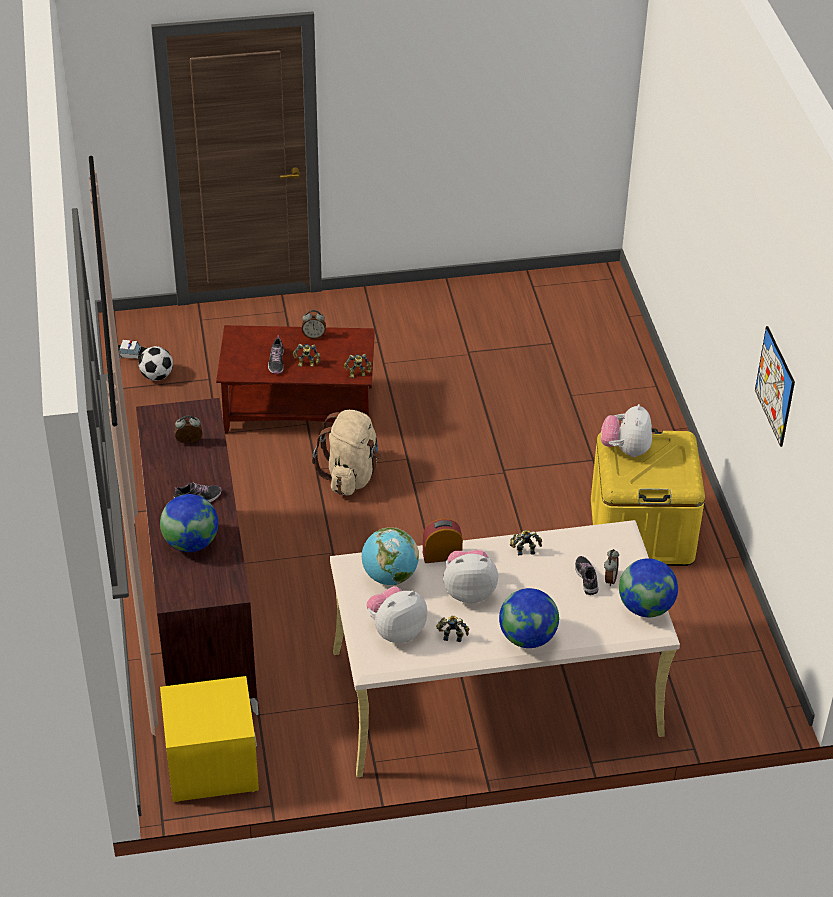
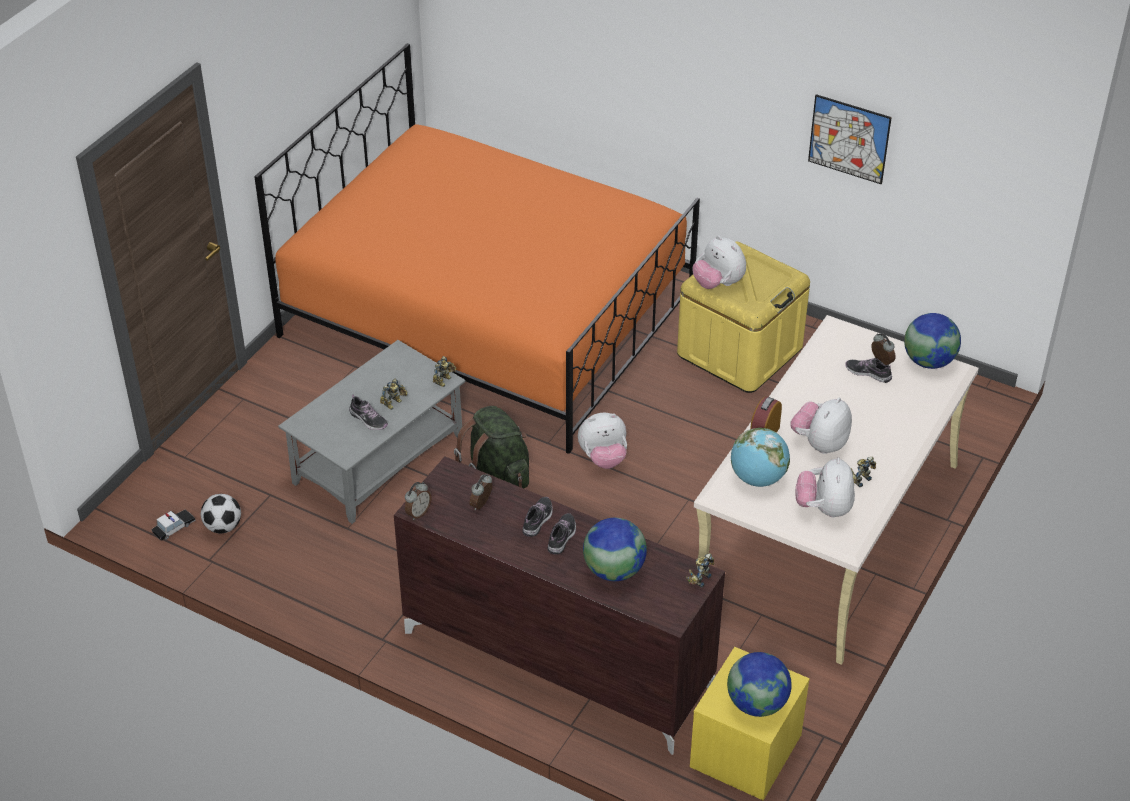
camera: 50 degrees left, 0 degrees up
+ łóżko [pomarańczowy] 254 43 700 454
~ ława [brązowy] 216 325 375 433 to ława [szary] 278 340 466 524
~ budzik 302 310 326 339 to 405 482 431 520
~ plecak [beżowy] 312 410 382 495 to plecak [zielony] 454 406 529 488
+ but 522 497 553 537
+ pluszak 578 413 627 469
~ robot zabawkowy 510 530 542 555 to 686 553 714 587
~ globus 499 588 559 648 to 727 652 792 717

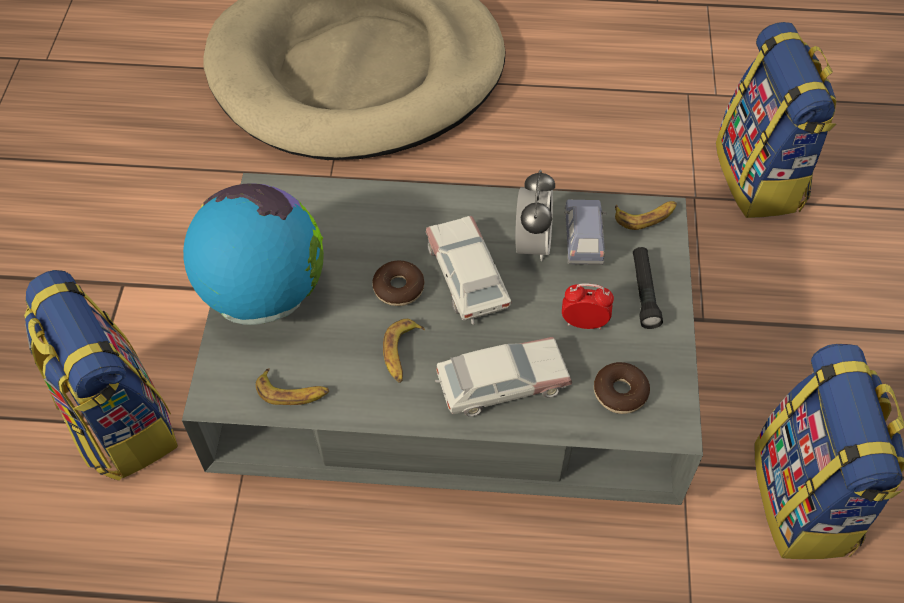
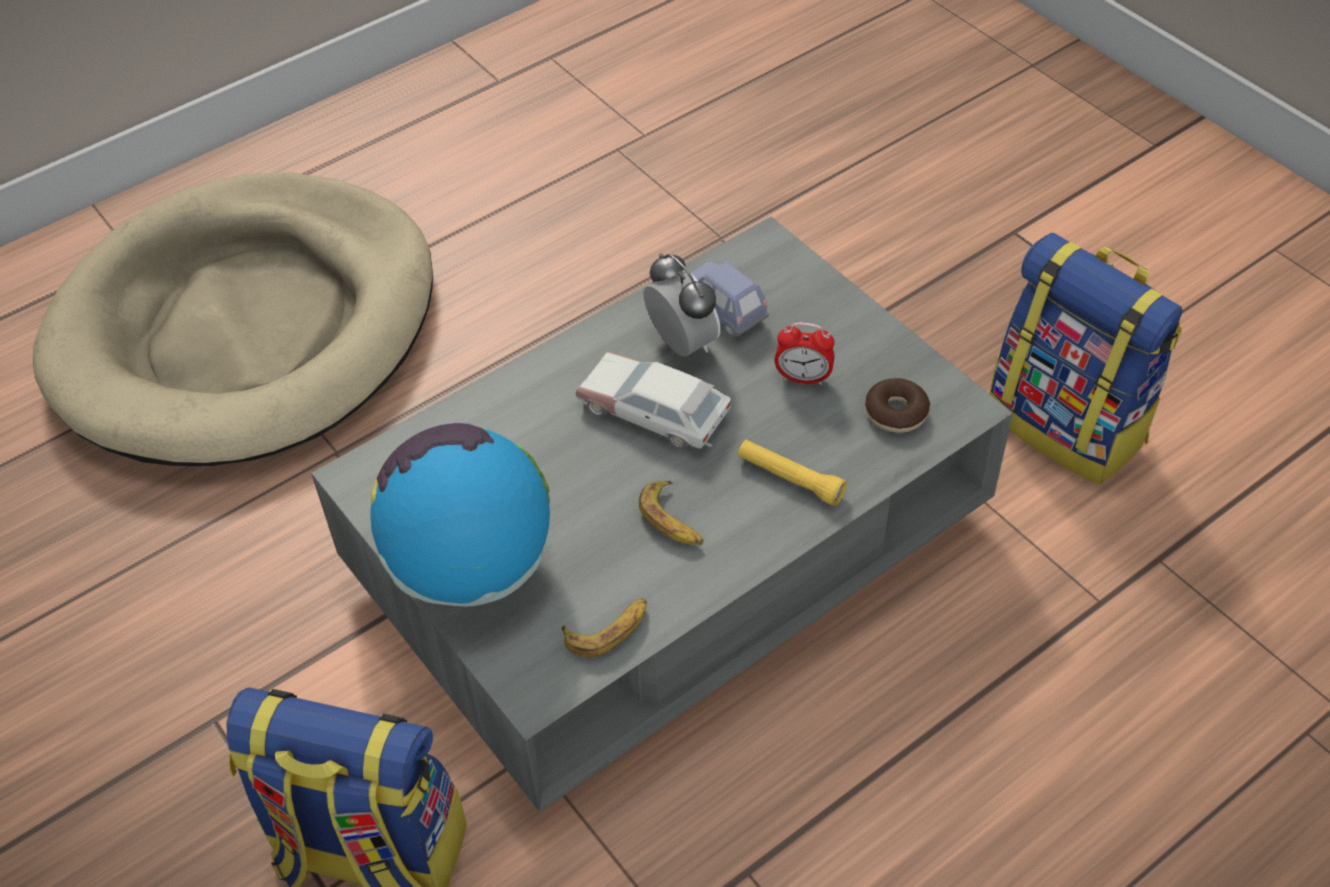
camera: 40 degrees left, 5 degrees down
~ samochodzik 435 337 572 417 to latarka [żółty] 738 440 847 506
~ budzik 562 283 614 330 = 775 322 835 385 135 degrees counterclockwise
- donut 372 261 424 306
- banan 615 201 677 230
- latarka [czarny] 633 247 663 329
- plecak 716 22 836 218

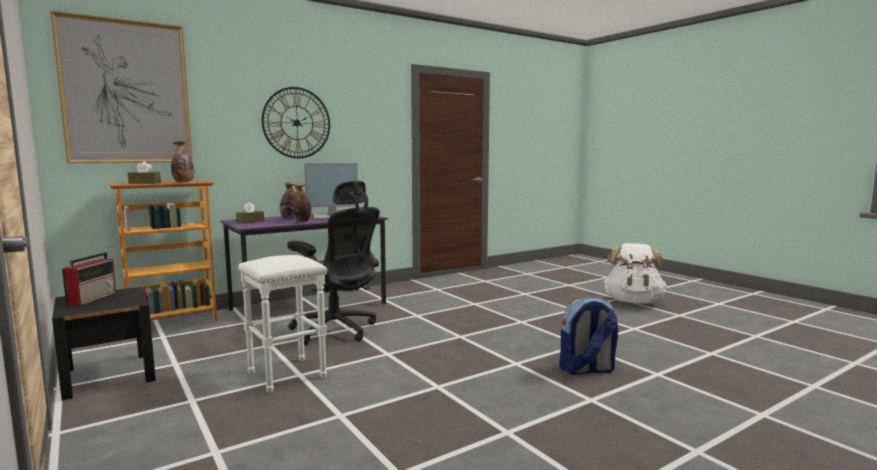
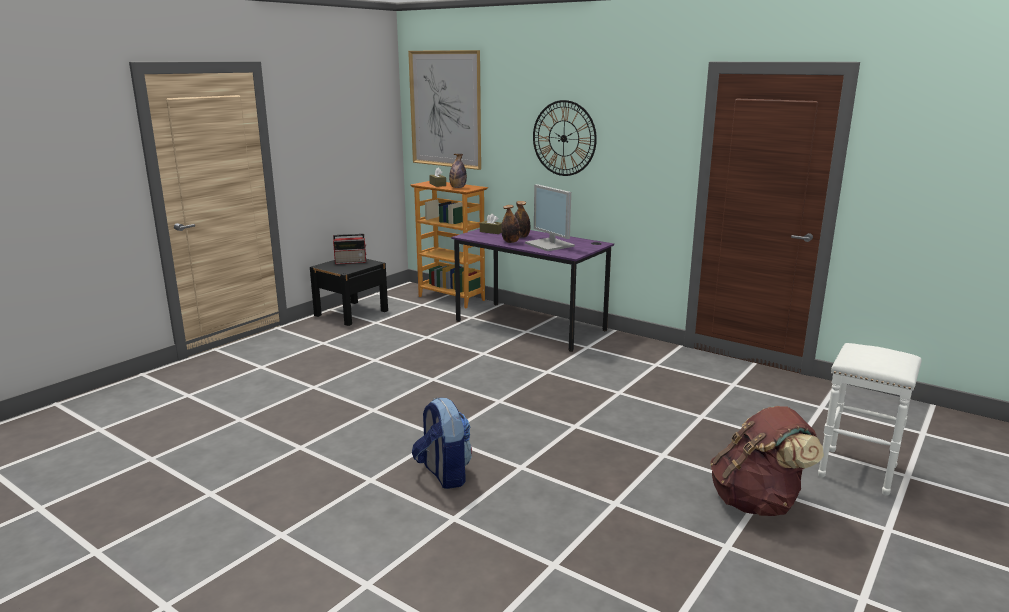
camera: 70 degrees right, 10 degrees up
~ plecak [biały] 603 243 667 304 to plecak [brązowy] 710 406 824 516
~ stołek [biały] 238 255 327 393 to 818 343 921 496
- krzesło biurowe 287 181 380 345

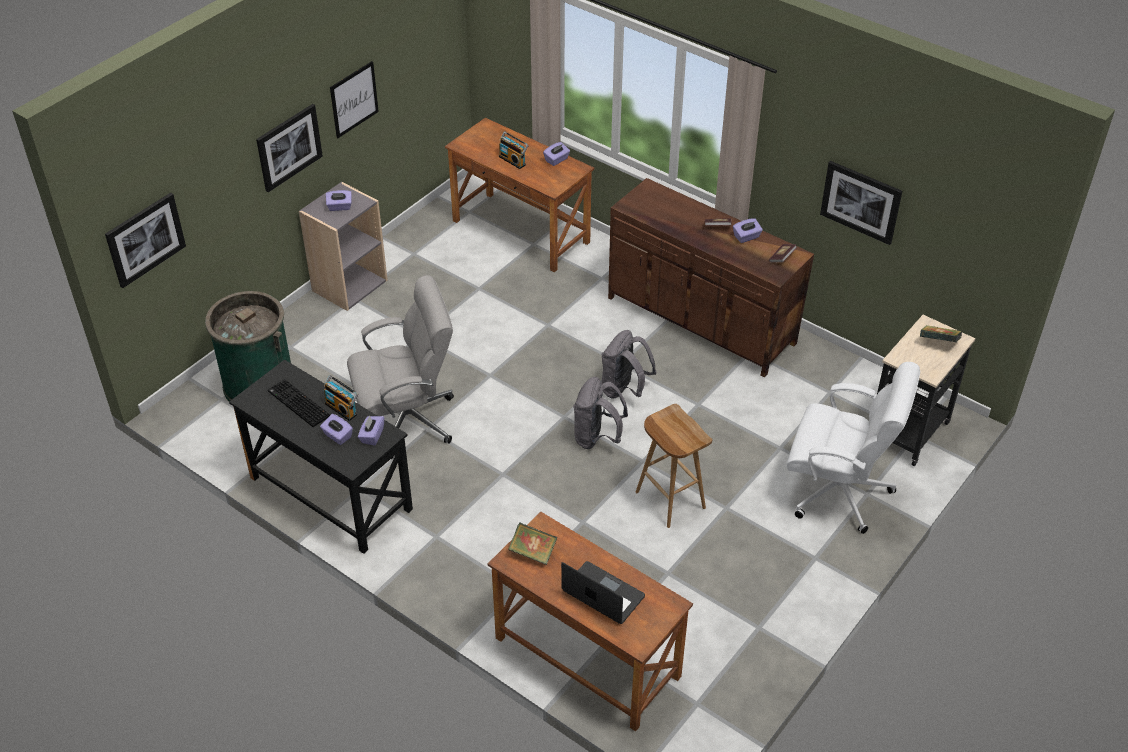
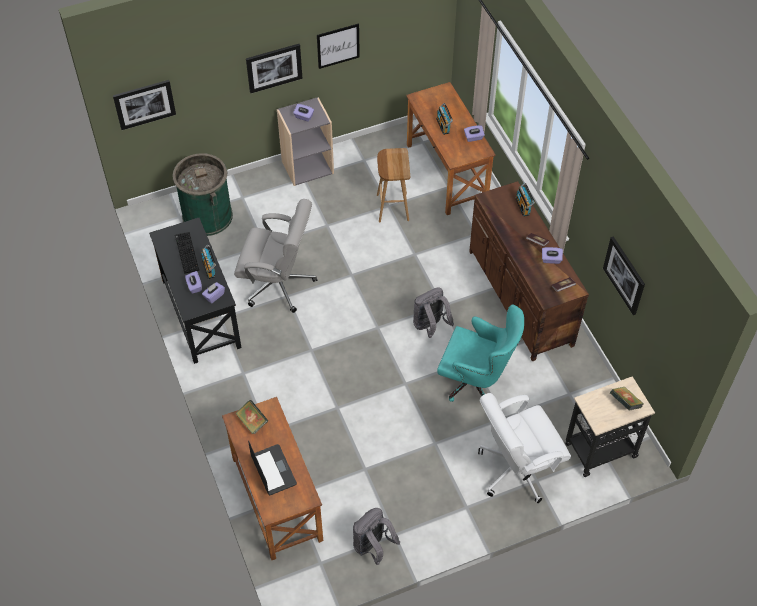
camera: 30 degrees right, 10 degrees up
~ plecak [szary] 573 377 628 449 to 353 508 400 565
~ stołek [brązowy] 636 404 712 528 to 377 148 410 222
+ krzesło biurowe [turkusowy] 437 305 524 402
~ krzesło biurowe [biały] 786 362 920 534 = 478 393 571 503 105 degrees clockwise
+ radio 515 183 535 217

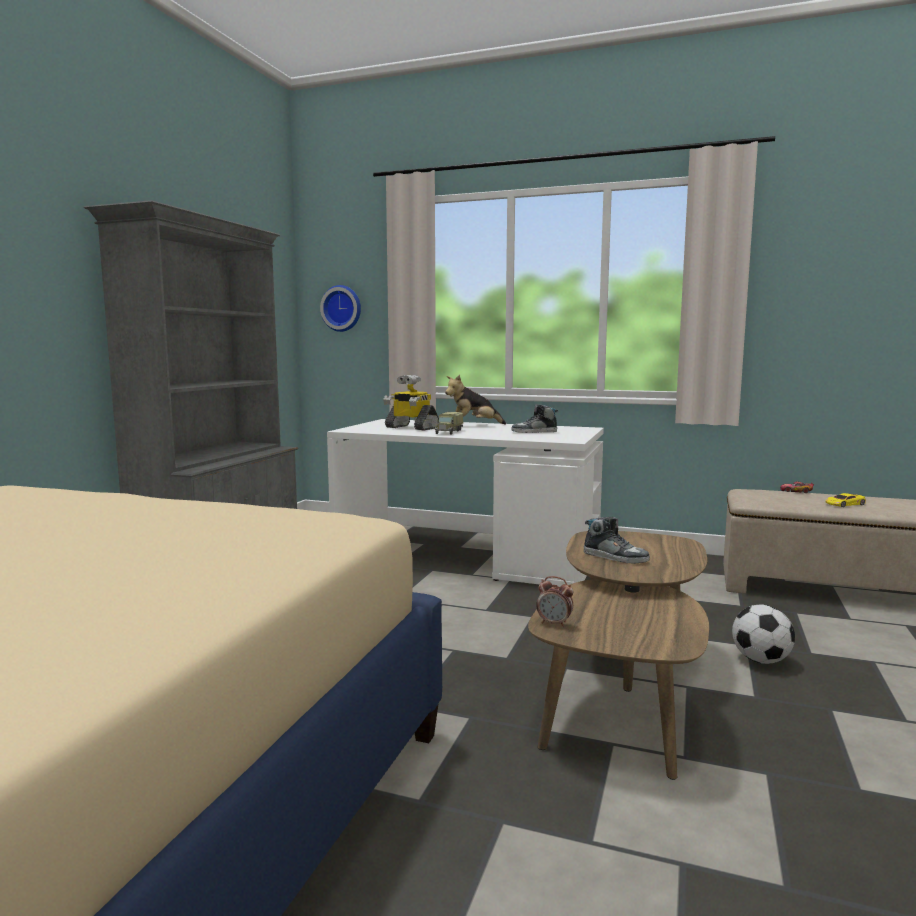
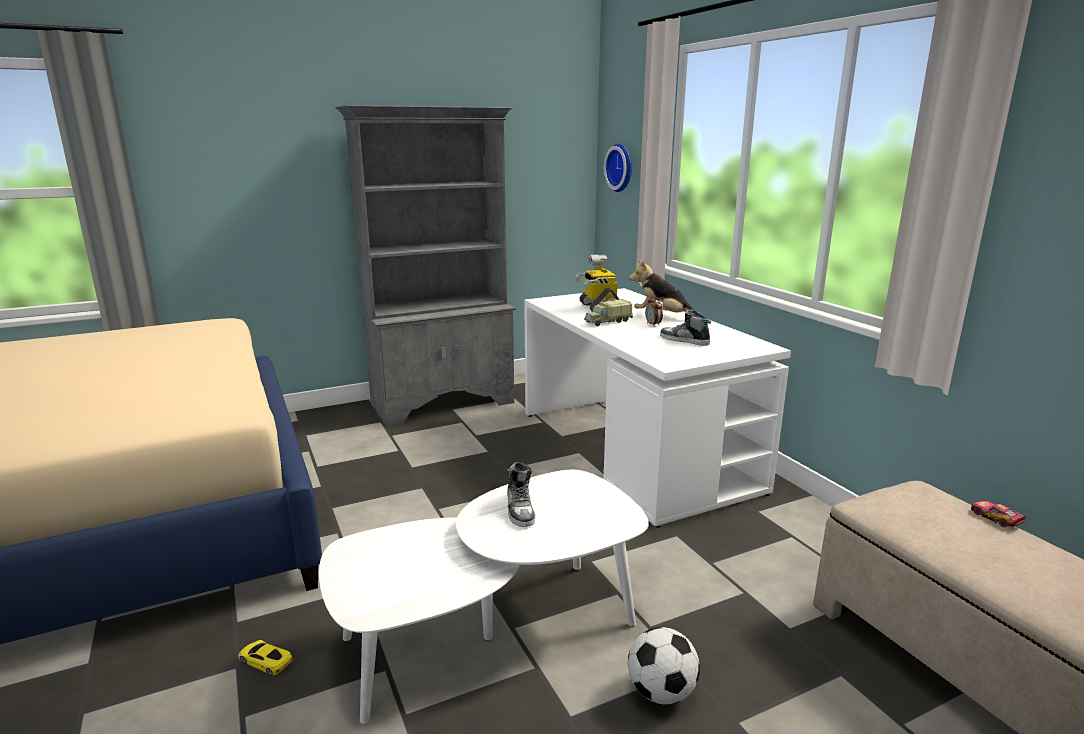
camera: 45 degrees right, 10 degrees up
~ samochodzik [żółty] 825 493 866 507 to 238 640 293 676
~ ława [brązowy] 528 531 709 780 to ława [biały] 319 469 649 724
~ budzik 536 576 573 627 to 645 296 663 327

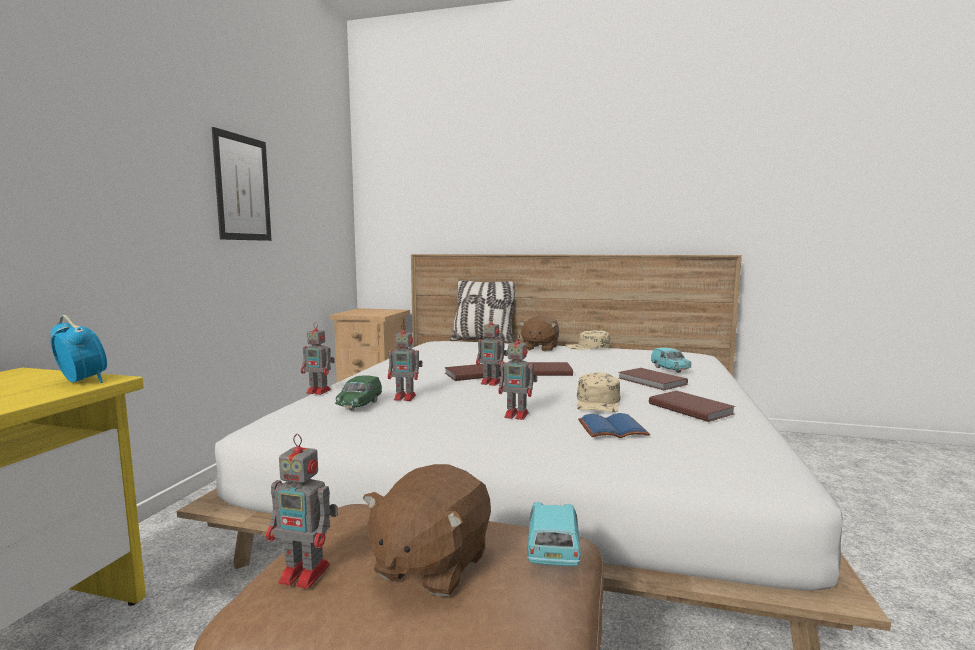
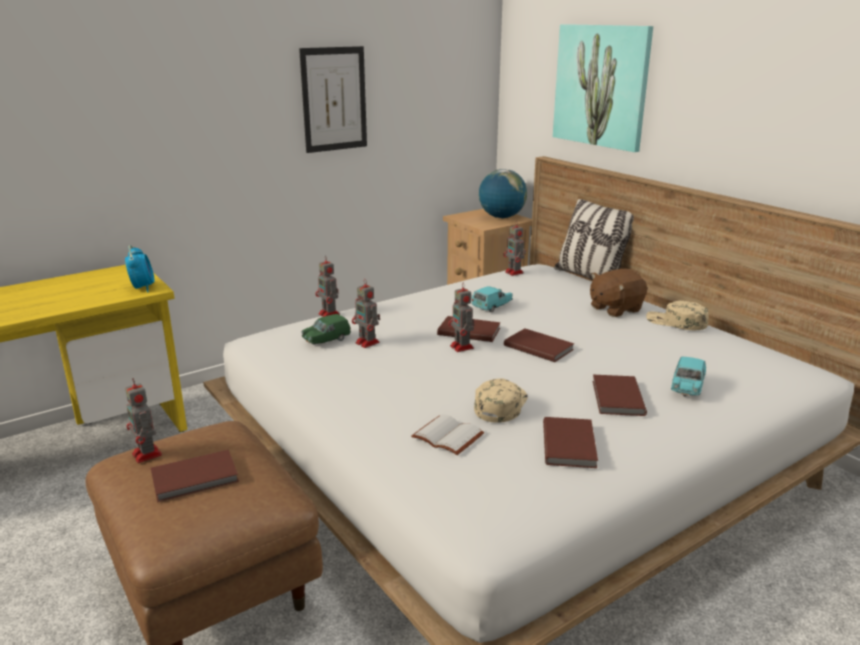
camera: 40 degrees right, 15 degrees up
~ pluszak [brązowy] 363 464 491 597 to książka [brązowy] 151 450 239 502
~ książka [niebieski] 578 413 650 438 to książka [biały] 411 414 484 455
~ samochodzik [turkusowy] 527 502 581 566 to 472 286 513 312
~ czapka z daszkiem [beżowy] 577 372 621 412 = 474 378 528 423 150 degrees clockwise
+ globus 479 169 527 218
~ robot zabawkowy 498 333 537 420 to 503 222 526 276
+ obraz 553 24 653 152

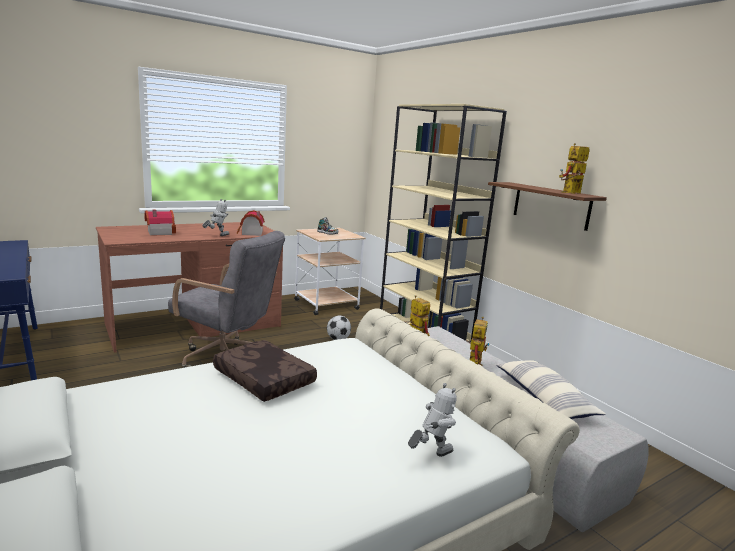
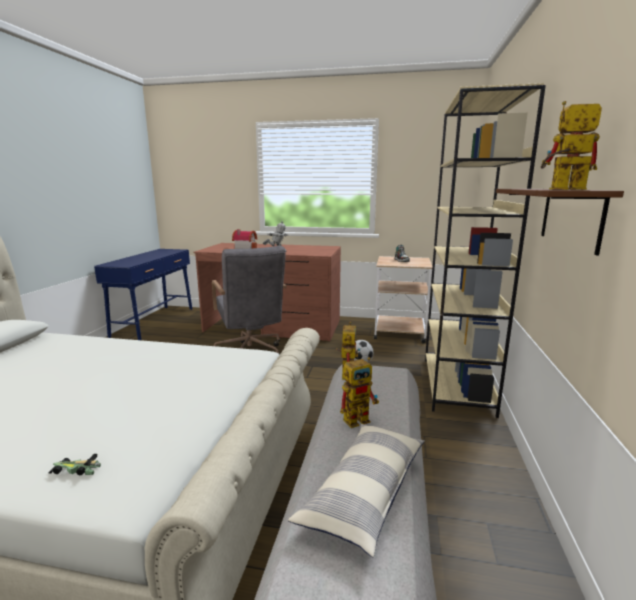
camera: 45 degrees right, 0 degrees up
~ robot zabawkowy 408 383 457 457 to samochodzik 48 454 101 475
- poduszka [brązowy] 213 340 317 402
- domek 236 210 265 236

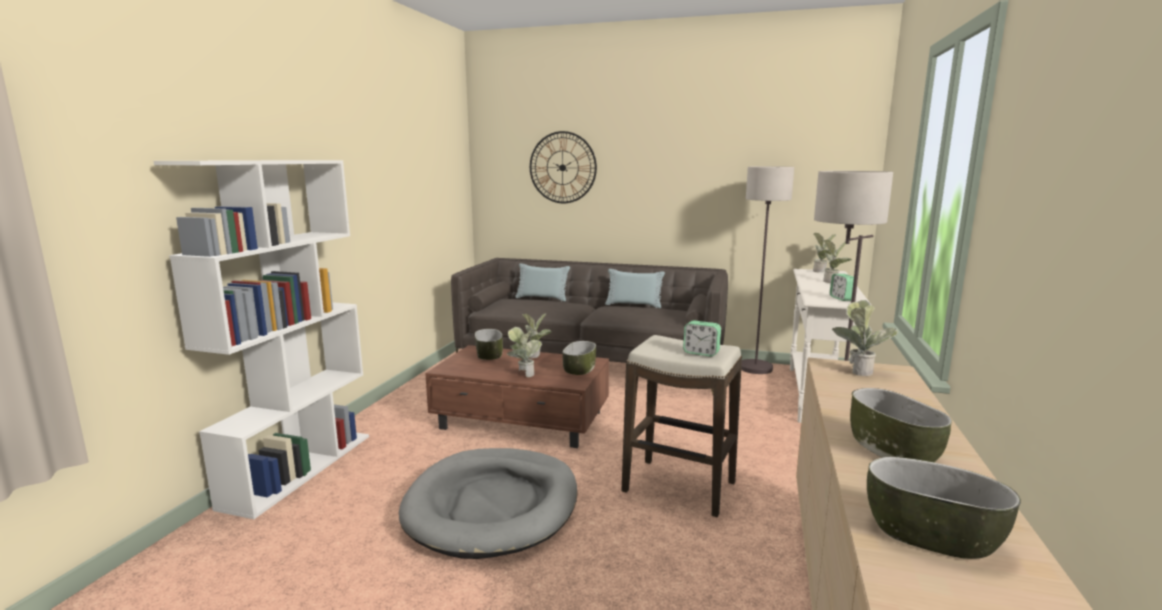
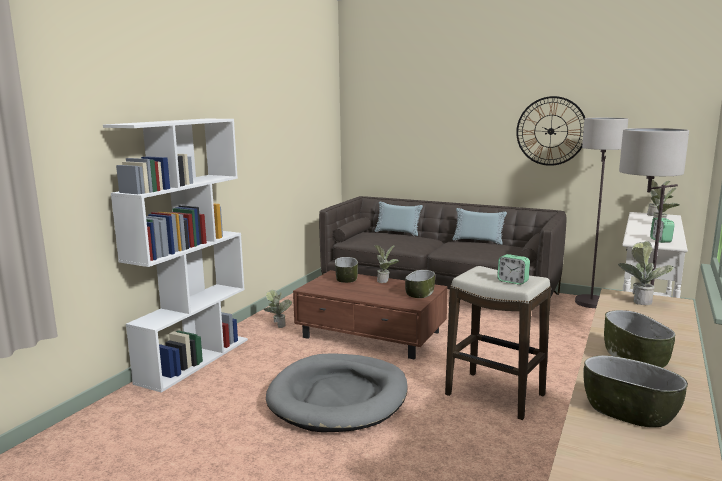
camera: 10 degrees right, 0 degrees up
~ roślina doniczkowa 507 327 542 377 to 263 290 292 328
~ zegar ścienny 530 131 597 203 to 516 96 585 166

